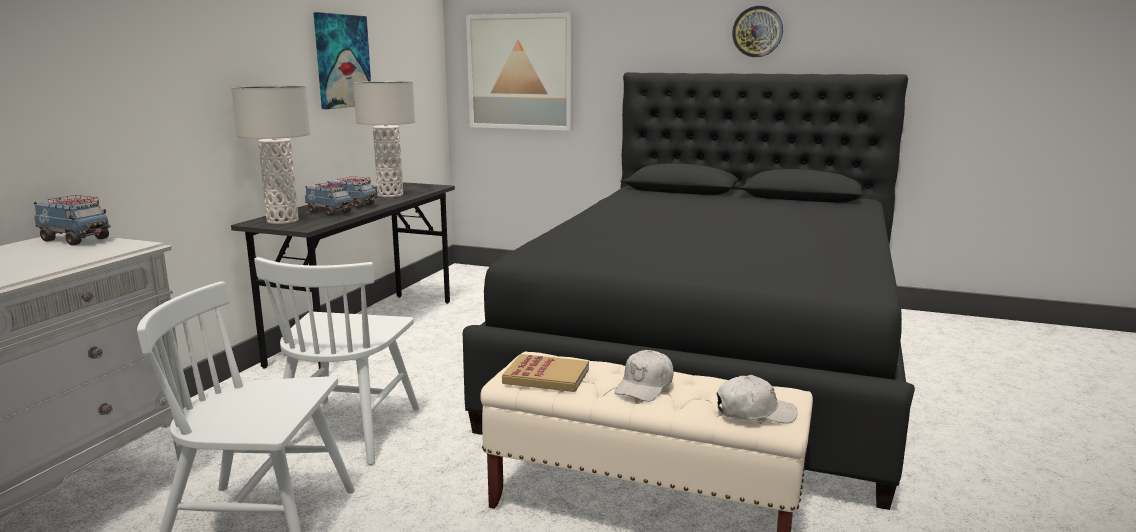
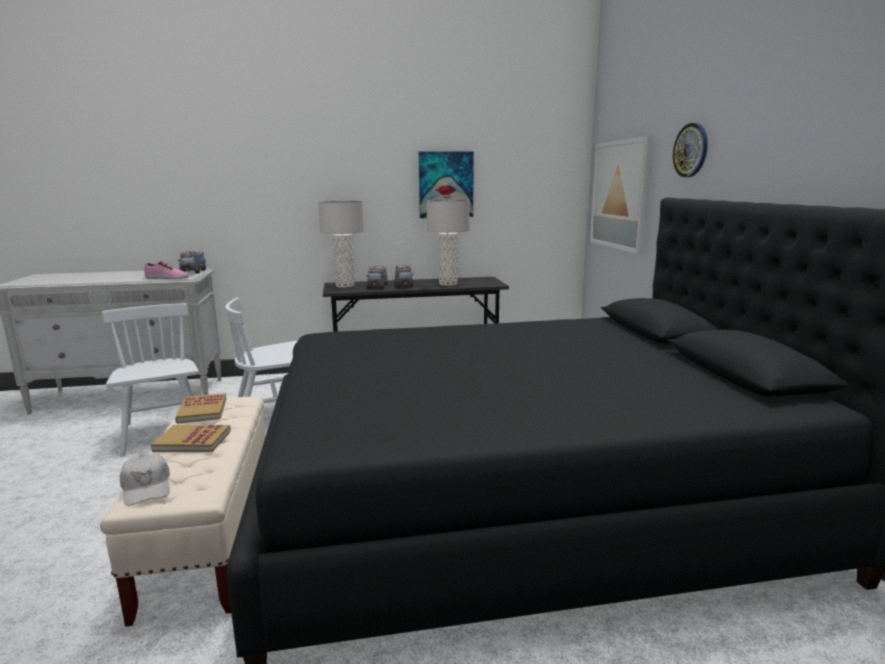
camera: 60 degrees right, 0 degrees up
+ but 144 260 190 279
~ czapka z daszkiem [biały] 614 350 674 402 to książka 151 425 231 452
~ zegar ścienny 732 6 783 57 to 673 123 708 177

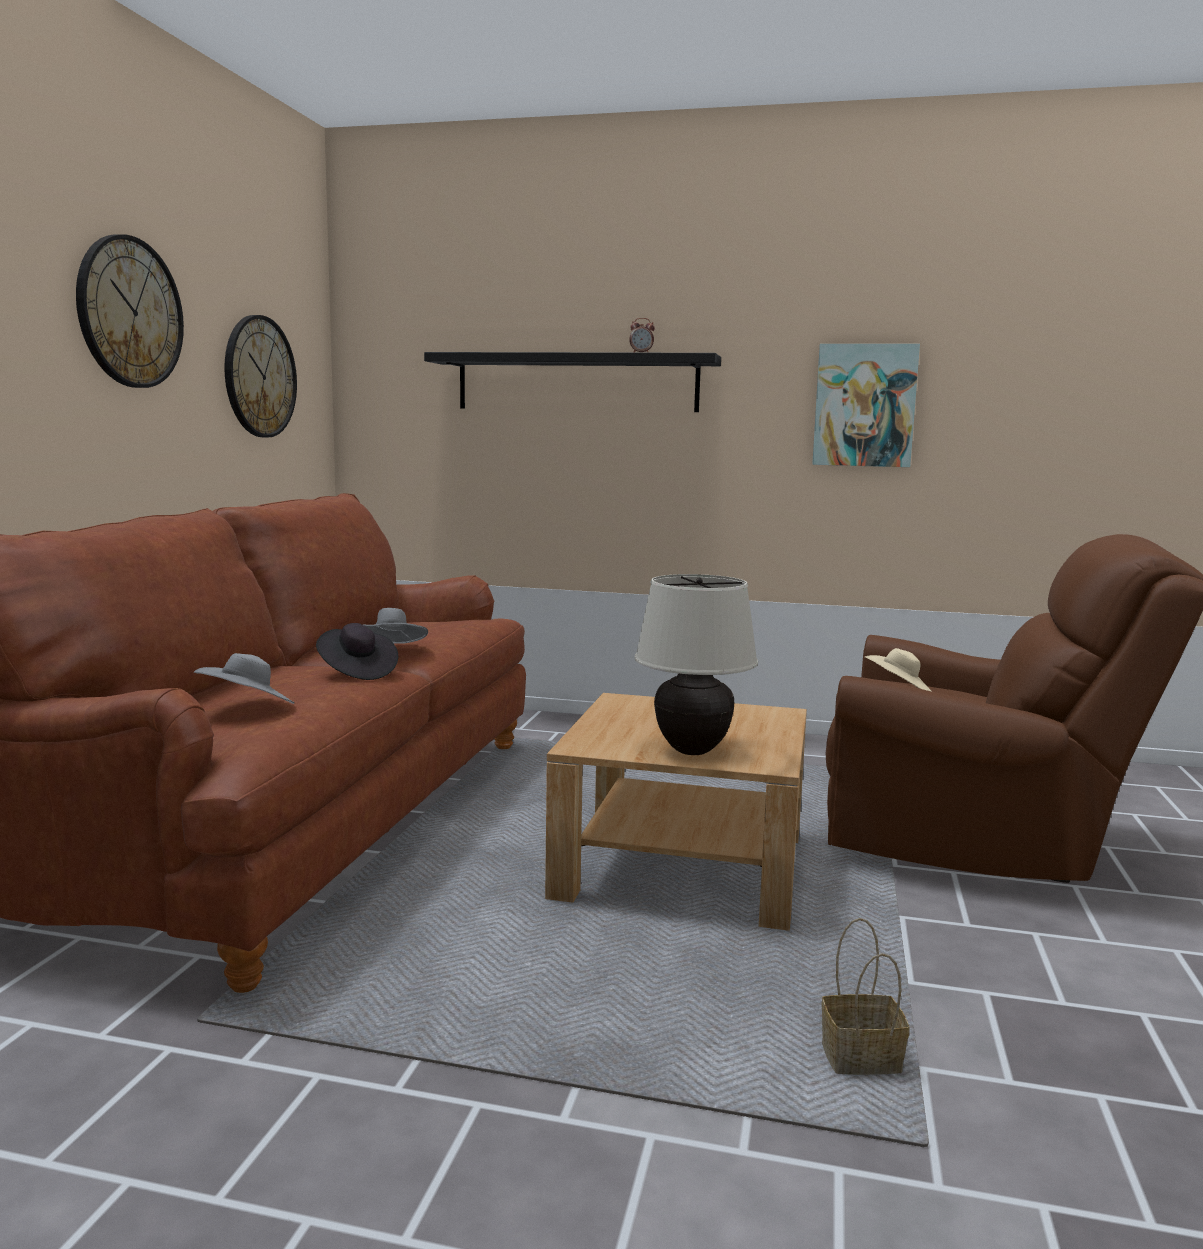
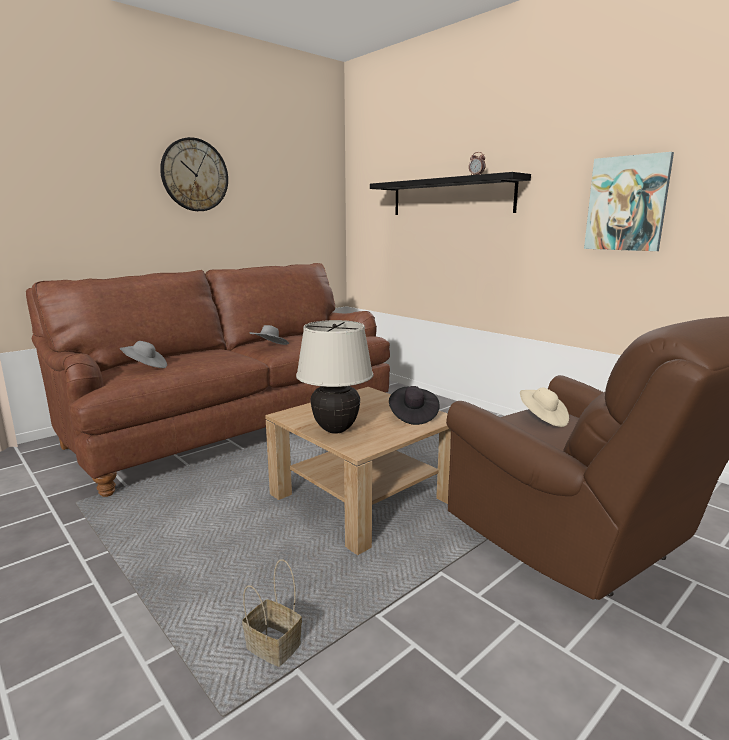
camera: 35 degrees right, 5 degrees up
~ kapelusz [czarny] 316 623 398 680 to 389 386 440 425
- zegar ścienny 225 315 297 437

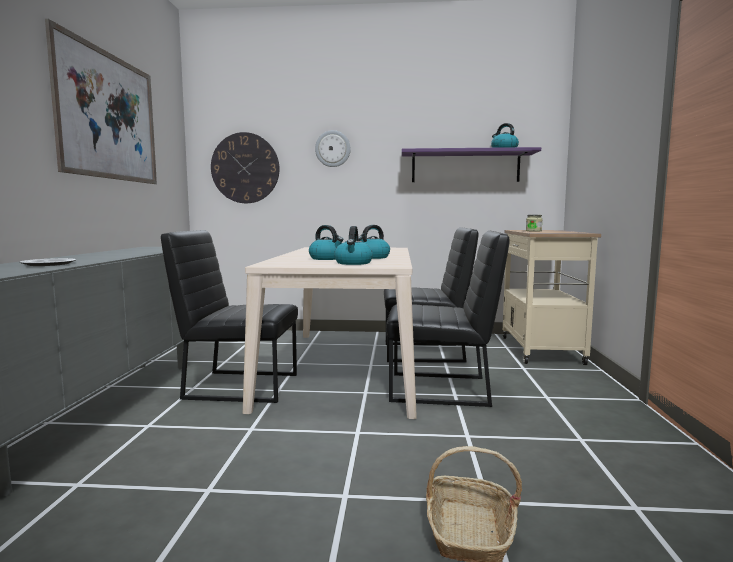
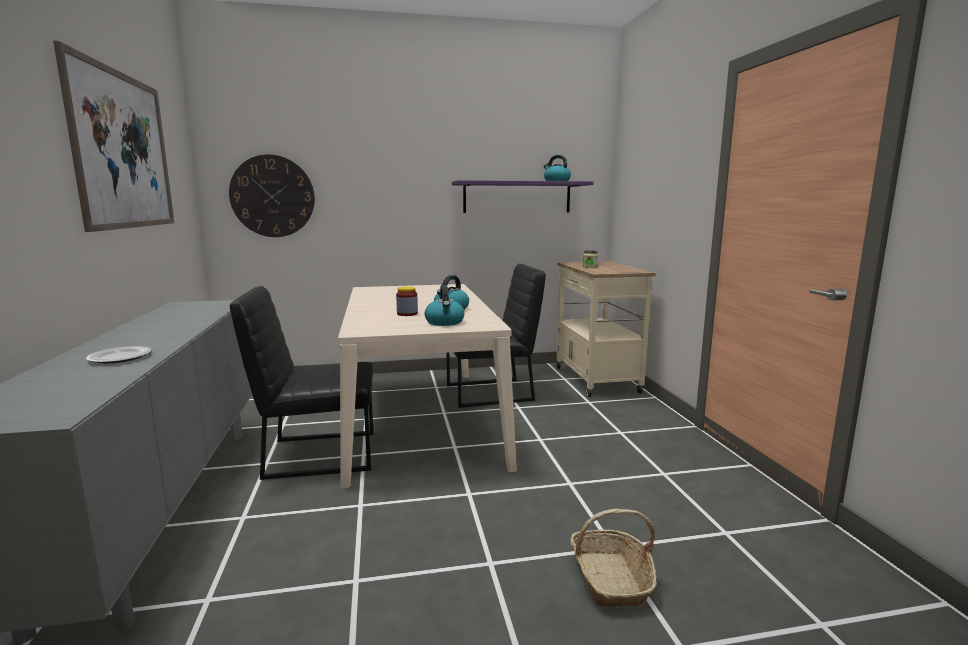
camera: 15 degrees left, 5 degrees up
~ czajnik 309 225 343 260 to słoik 396 287 418 316
- zegar ścienny 315 130 351 167
- krzesło [czarny] 387 230 510 407

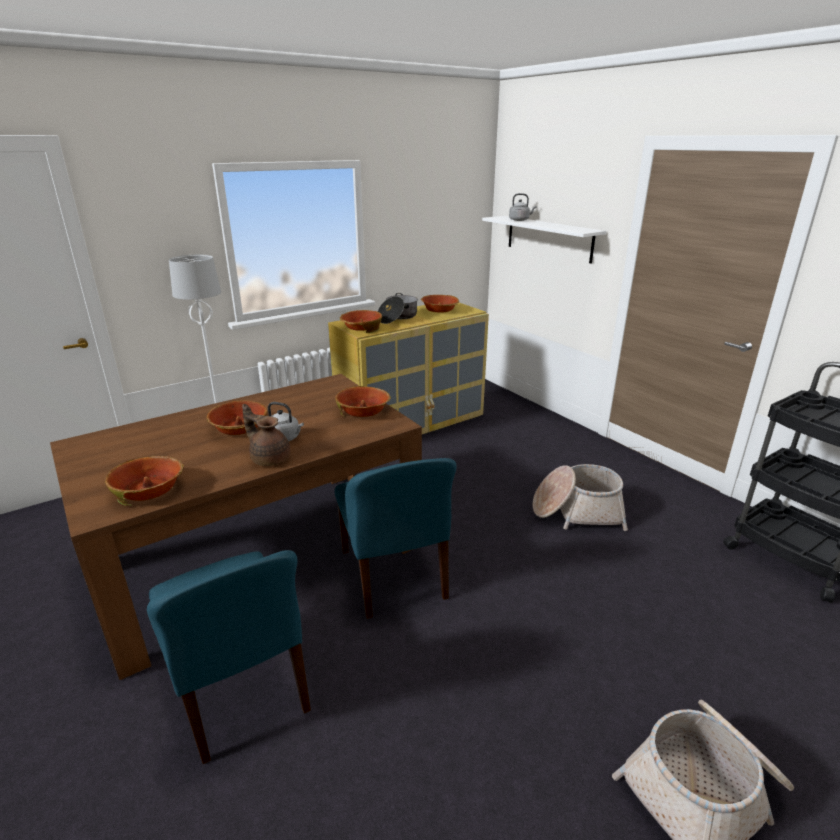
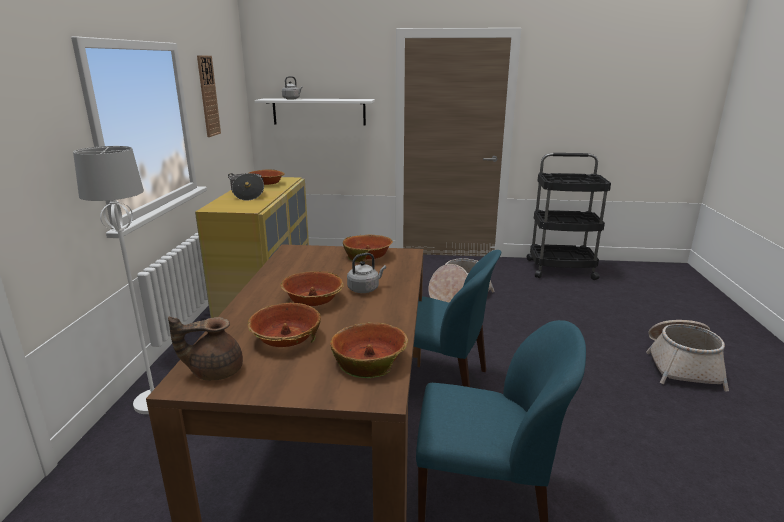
camera: 50 degrees left, 5 degrees down
~ imbryk [brązowy] 242 404 291 466 to 168 316 243 380
+ zegar ścienny 197 55 221 137
~ miska 340 310 382 333 to 248 303 321 347

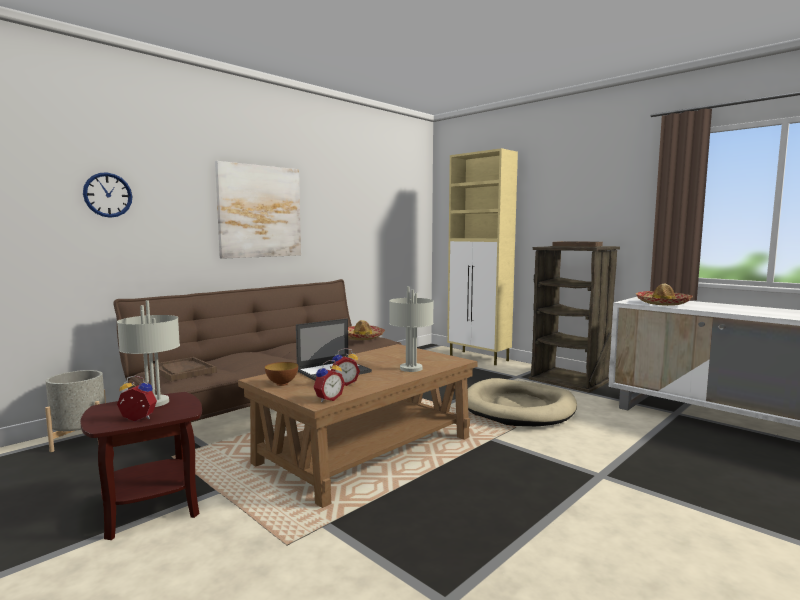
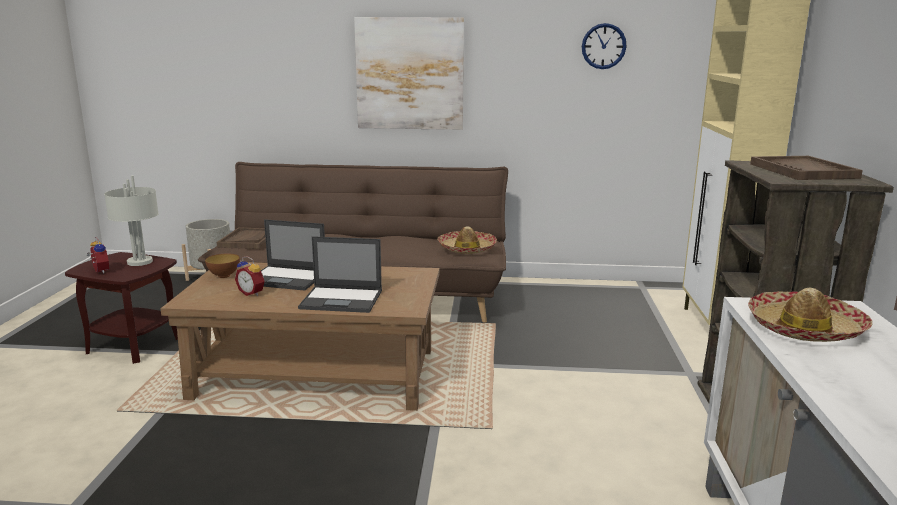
camera: 50 degrees right, 10 degrees up
~ lampa stołowa [szary] 389 286 434 372 to laptop 298 236 382 313
~ zegar ścienny 83 172 132 218 to 582 23 627 69
- budzik 314 360 345 402
- legowisko [beżowy] 468 378 577 426

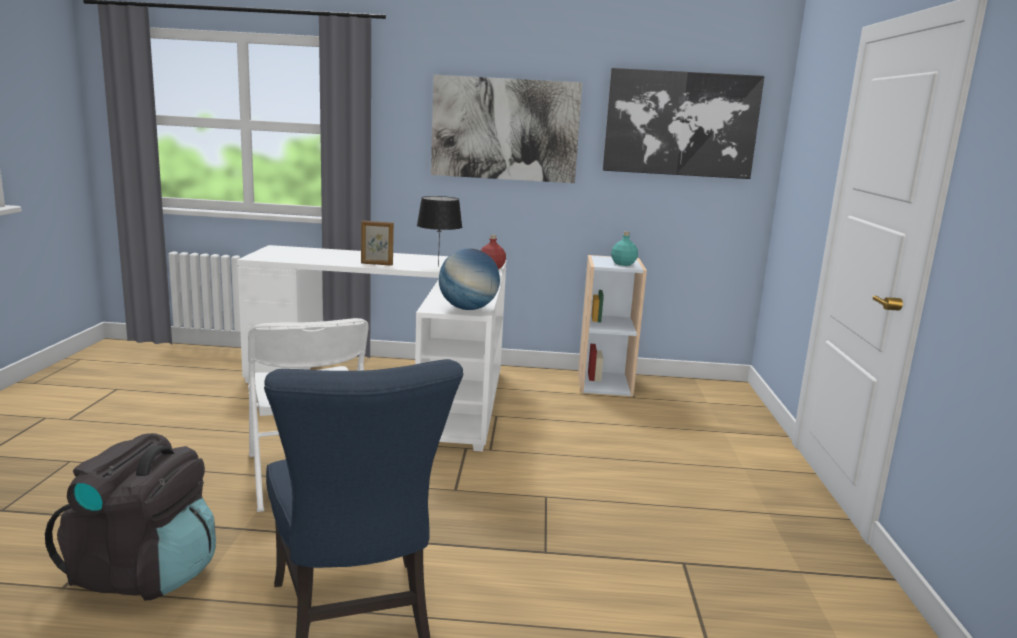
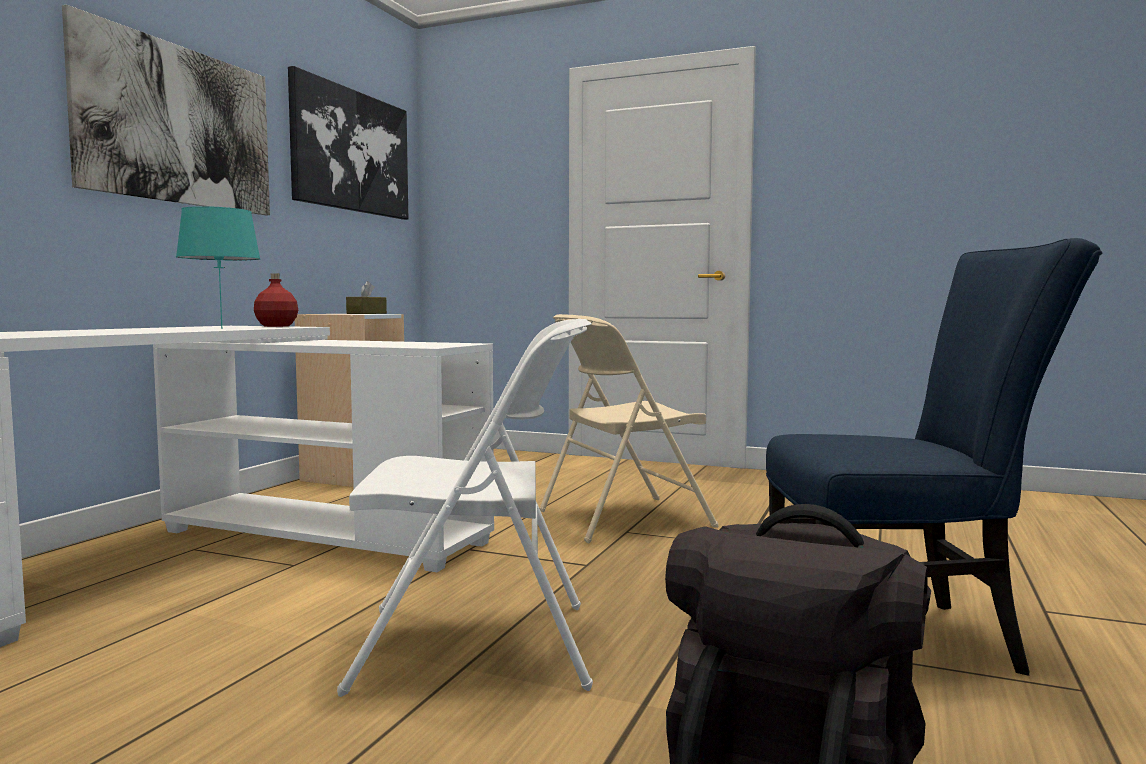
camera: 70 degrees left, 10 degrees down
~ lampa stołowa [czarny] 417 196 462 267 to lampa stołowa [turkusowy] 176 206 261 329
~ butelka [turkusowy] 611 231 638 266 to pudełko chusteczek [brązowy] 346 281 387 314
+ krzesło [beżowy] 539 314 718 543
- ramka na zdjęcie 361 221 394 266
- globus 439 248 500 310

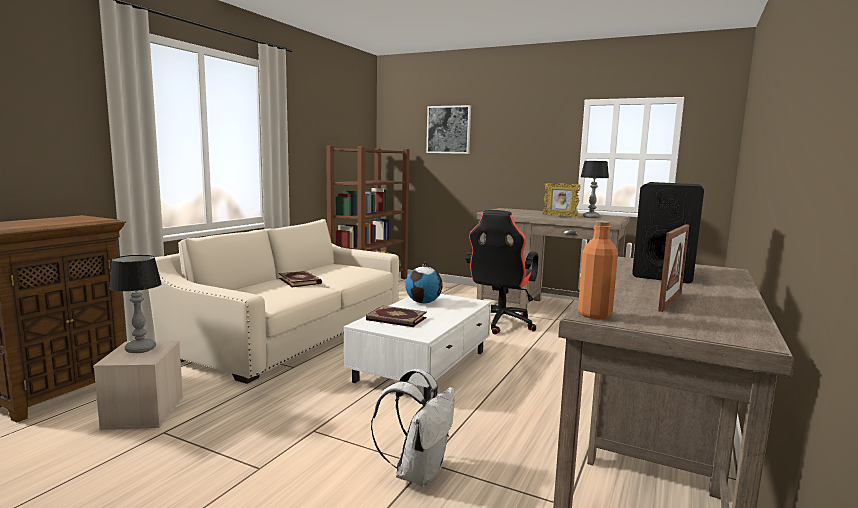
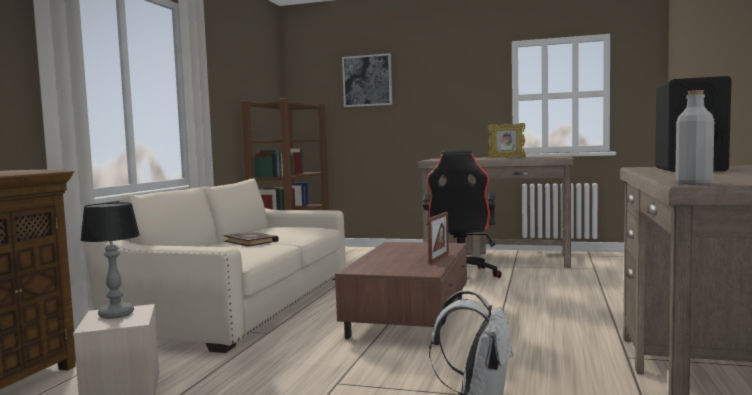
camera: 10 degrees left, 5 degrees down
~ ława [biały] 344 294 491 401 to ława [brązowy] 335 242 467 345
~ ramka na zdjęcie 658 224 689 312 to 428 212 449 264
~ butelka [pomarańczowy] 578 221 618 319 to butelka [szary] 675 90 714 185
- książka 366 305 427 327
- globus 405 261 443 304
- lampa stołowa 581 161 609 218

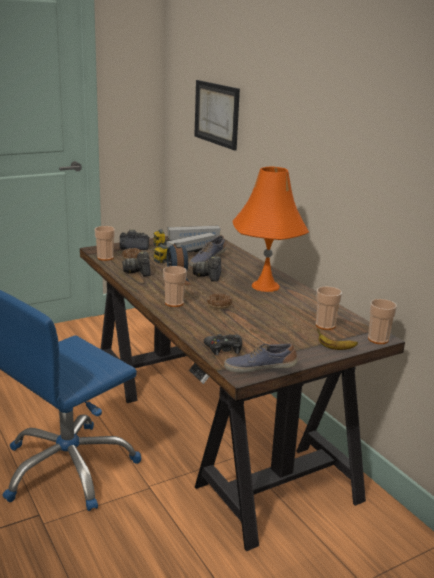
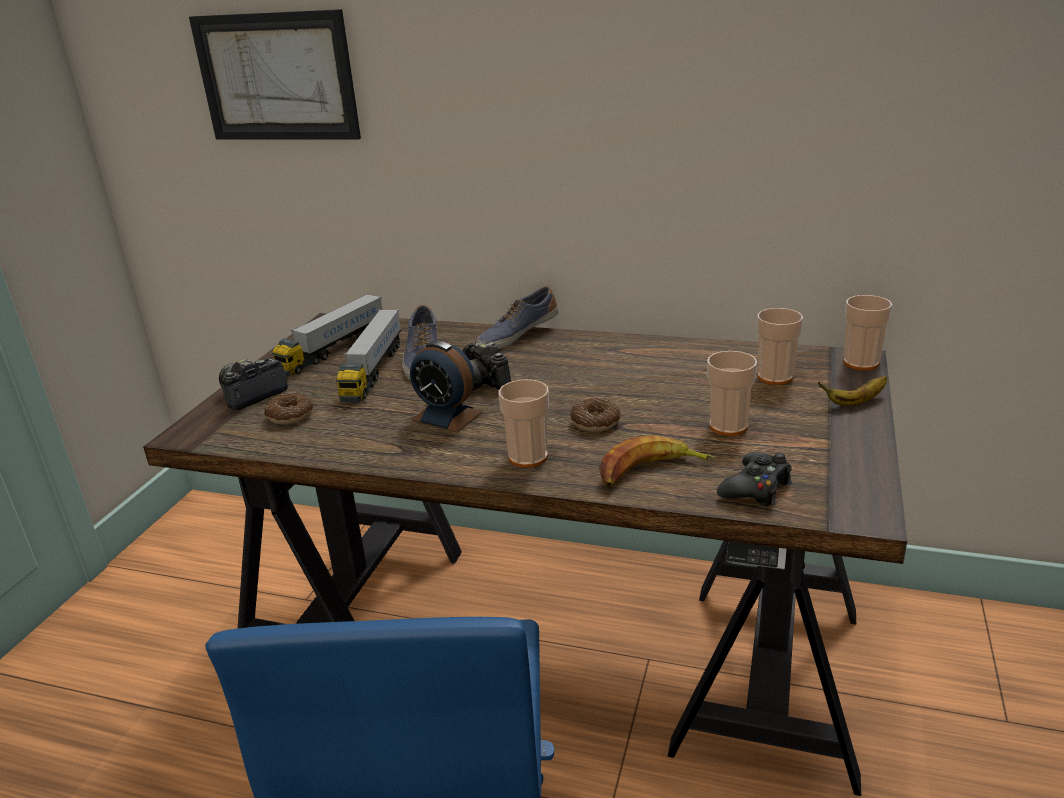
camera: 40 degrees left, 5 degrees up
~ but 224 343 298 373 to 477 286 559 349
+ banan 599 435 717 487
~ filiżanka 94 226 115 261 to 707 351 757 436
- aparat fotograficzny 122 251 151 277
- lampa stołowa [pomarańczowy] 232 166 309 292

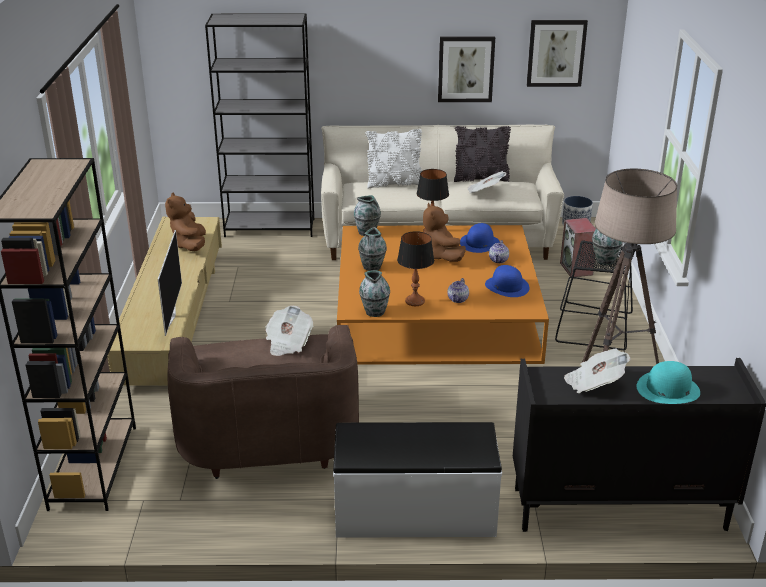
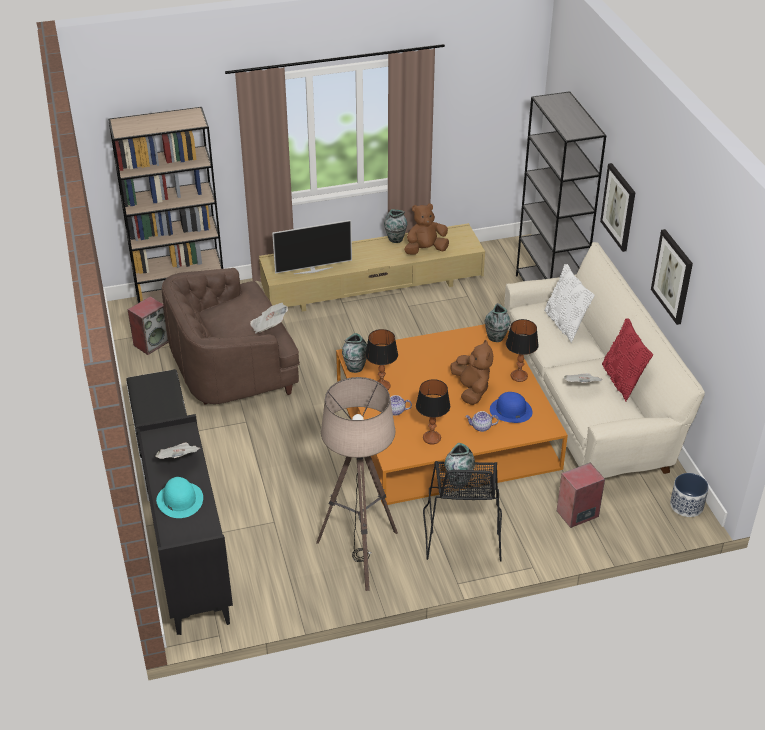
camera: 75 degrees right, 10 degrees up
+ głośnik 128 296 169 355
~ wazon 358 227 387 271 to 384 209 407 243
~ kapelusz [niebieski] 485 265 529 297 to lampa stołowa 416 379 450 444
~ pluszak [brązowy] 423 203 466 262 = 450 340 493 405 105 degrees clockwise
~ obraz 527 20 588 87 to 600 163 636 252
~ poduszka [czarny] 454 126 511 182 to poduszka [czerwony] 602 318 653 402

